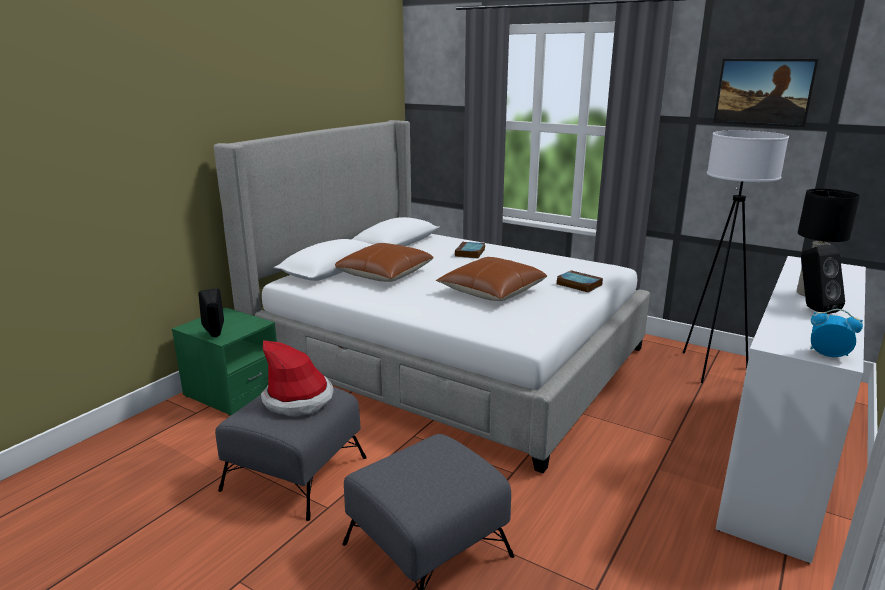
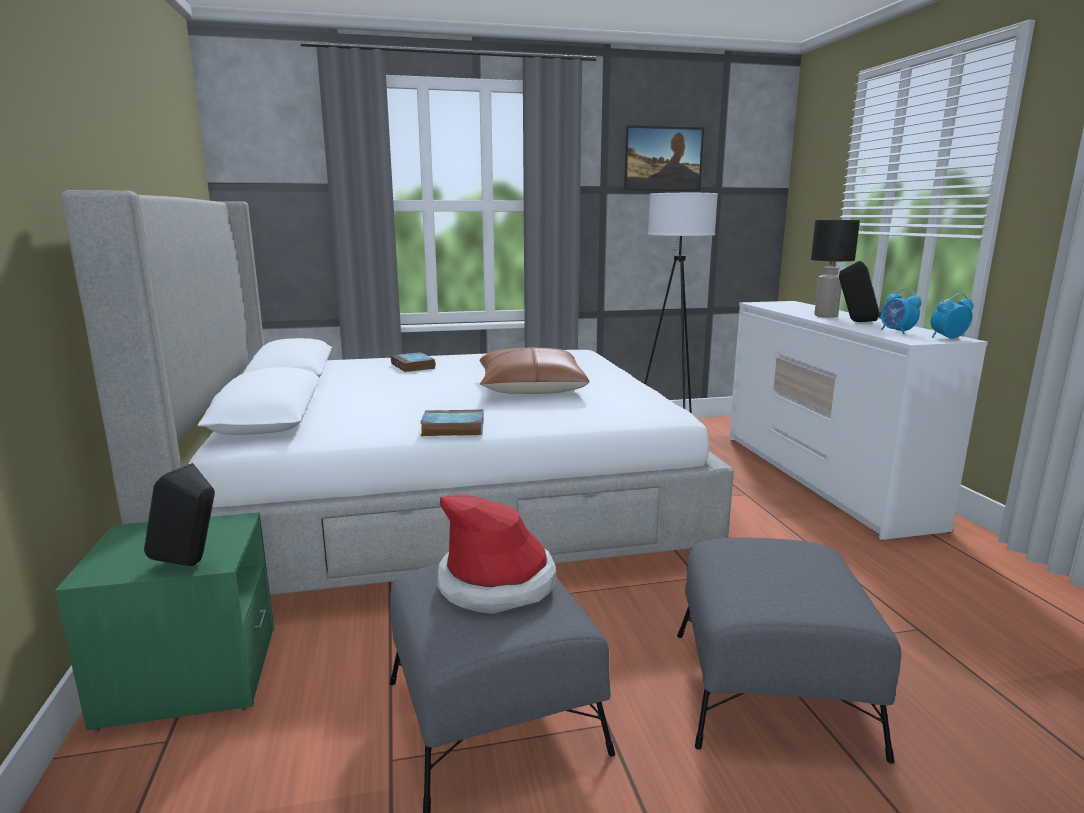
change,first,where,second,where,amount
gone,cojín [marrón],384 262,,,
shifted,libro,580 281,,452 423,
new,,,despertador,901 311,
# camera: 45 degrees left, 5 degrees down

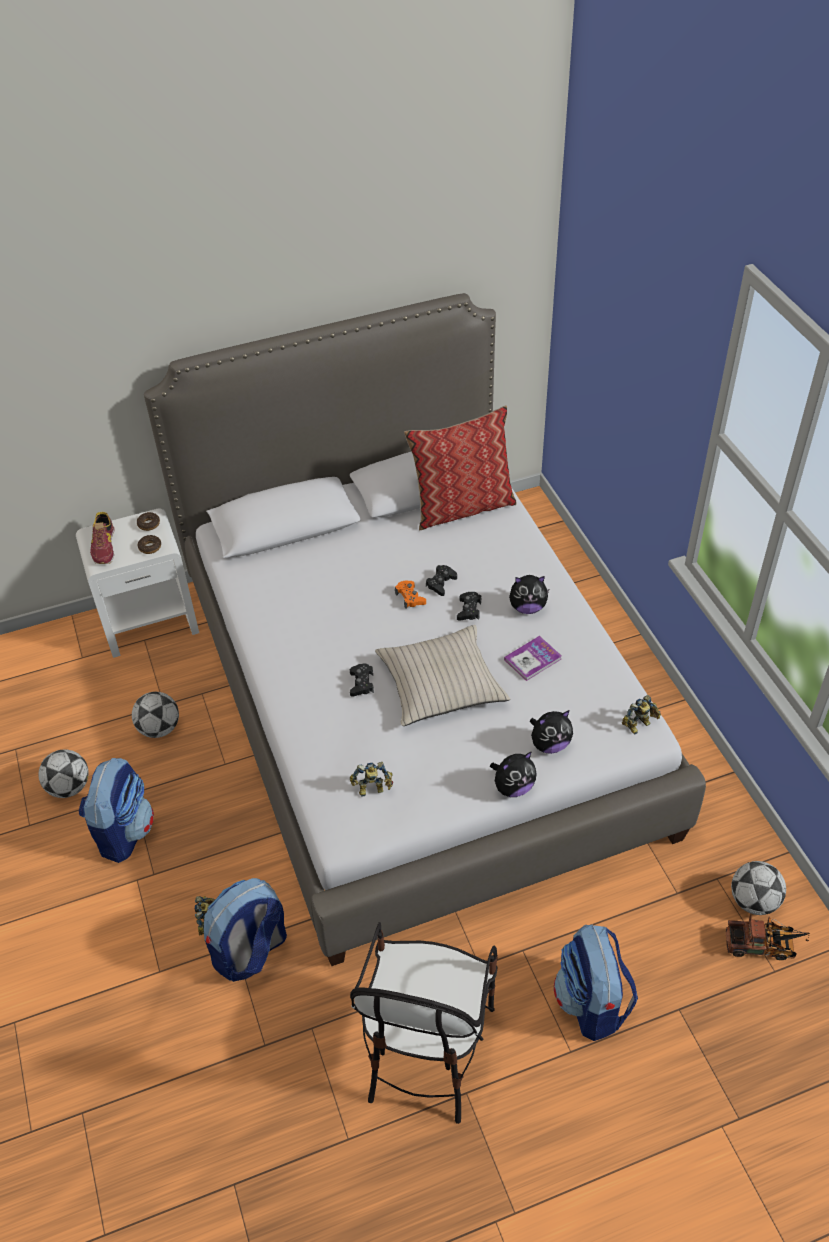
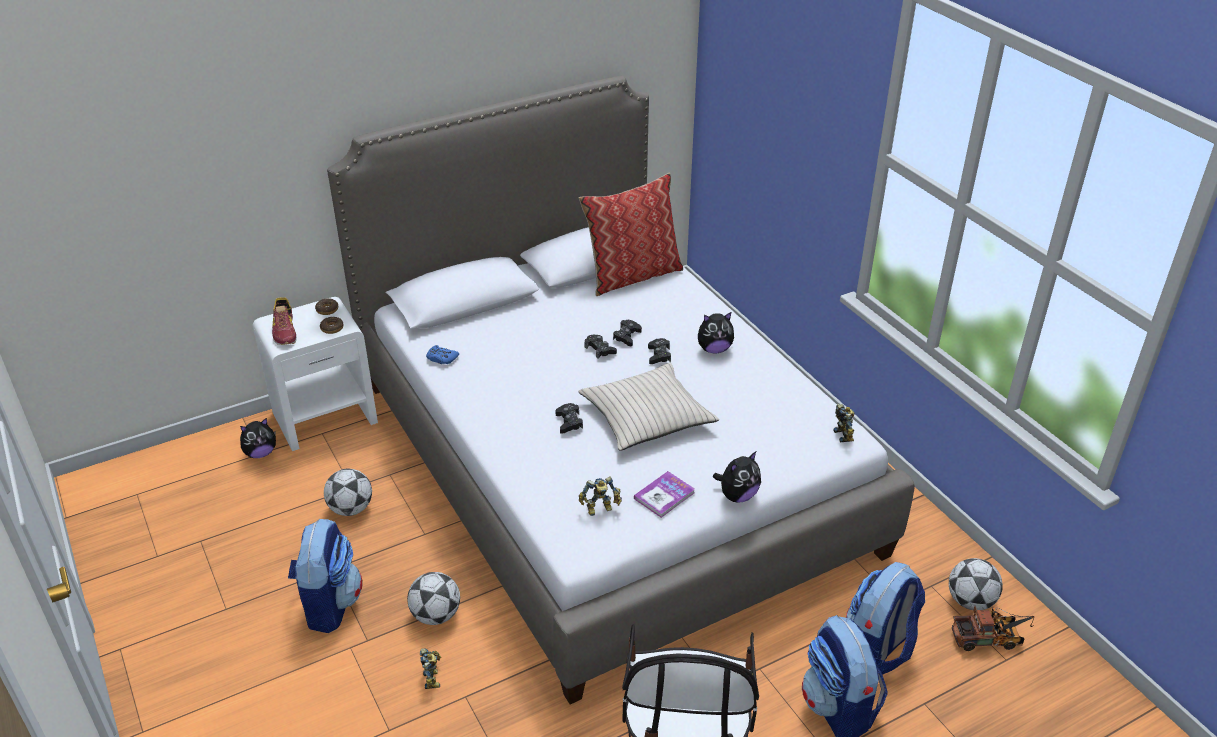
change,first,where,second,where,amount
shifted,balón de fútbol,64 774,,433 598,
shifted,mochila,245 930,,885 618,
repainted,mando de consola [naranja],410 595,mando de consola [negro],601 346,
shifted,libro,532 658,,664 494,
shifted,peluche,551 732,,258 438,
rotated,robot de juguete,641 714,,844 423,60 degrees counterclockwise
new,,,mando de consola [azul],442 354,
# camera: 10 degrees left, 10 degrees down

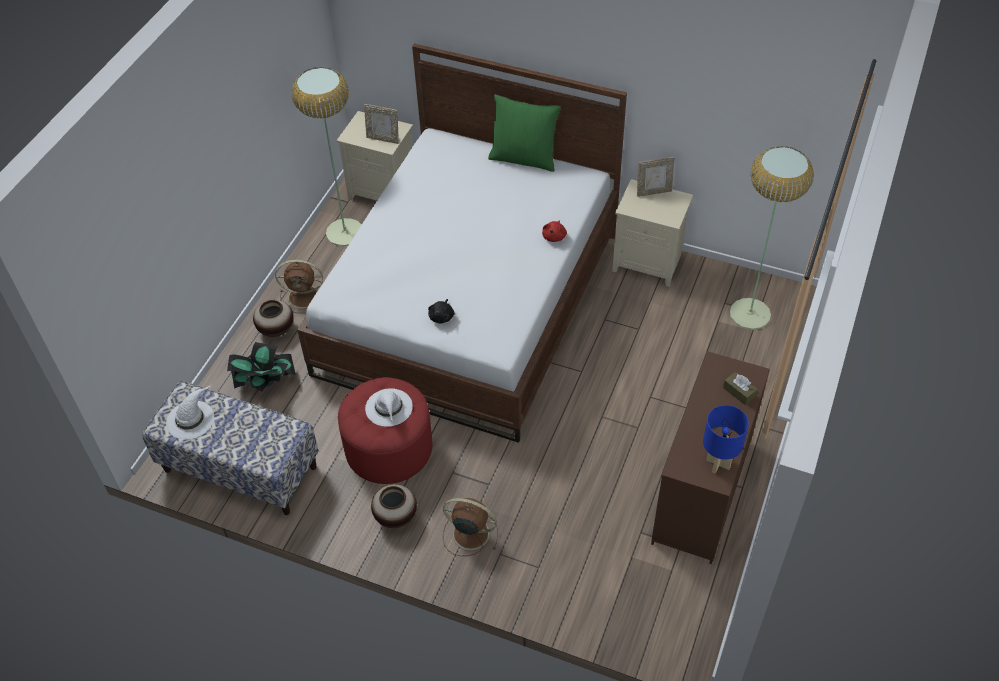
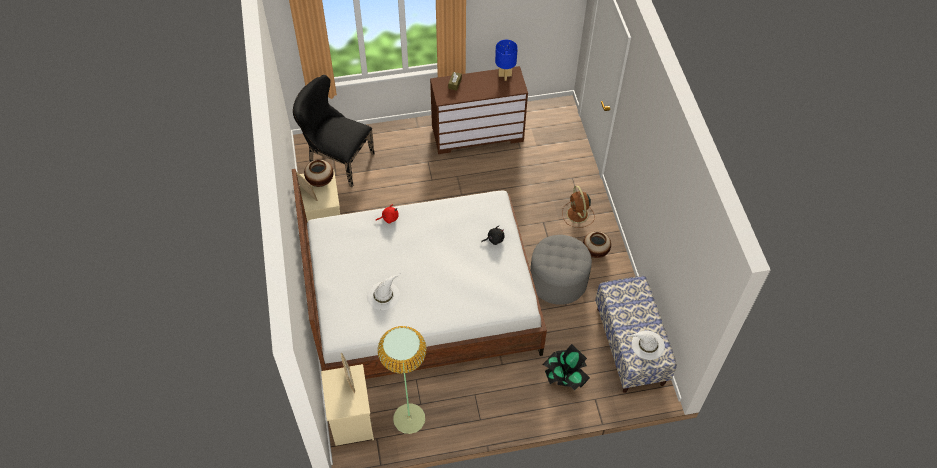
change,first,where,second,where,amount
shifted,florero,273 318,,319 173,
gone,ventilador [marrón],299 286,,,
repainted,puf [rojo],385 430,puf [gris],561 270,
shifted,sombrero [blanco],389 407,,383 291,
gone,cojín [verde],524 133,,,
swapped,lámpara de pie,772 238,silla [negro],334 131,
# camera: 125 degrees left, 5 degrees up

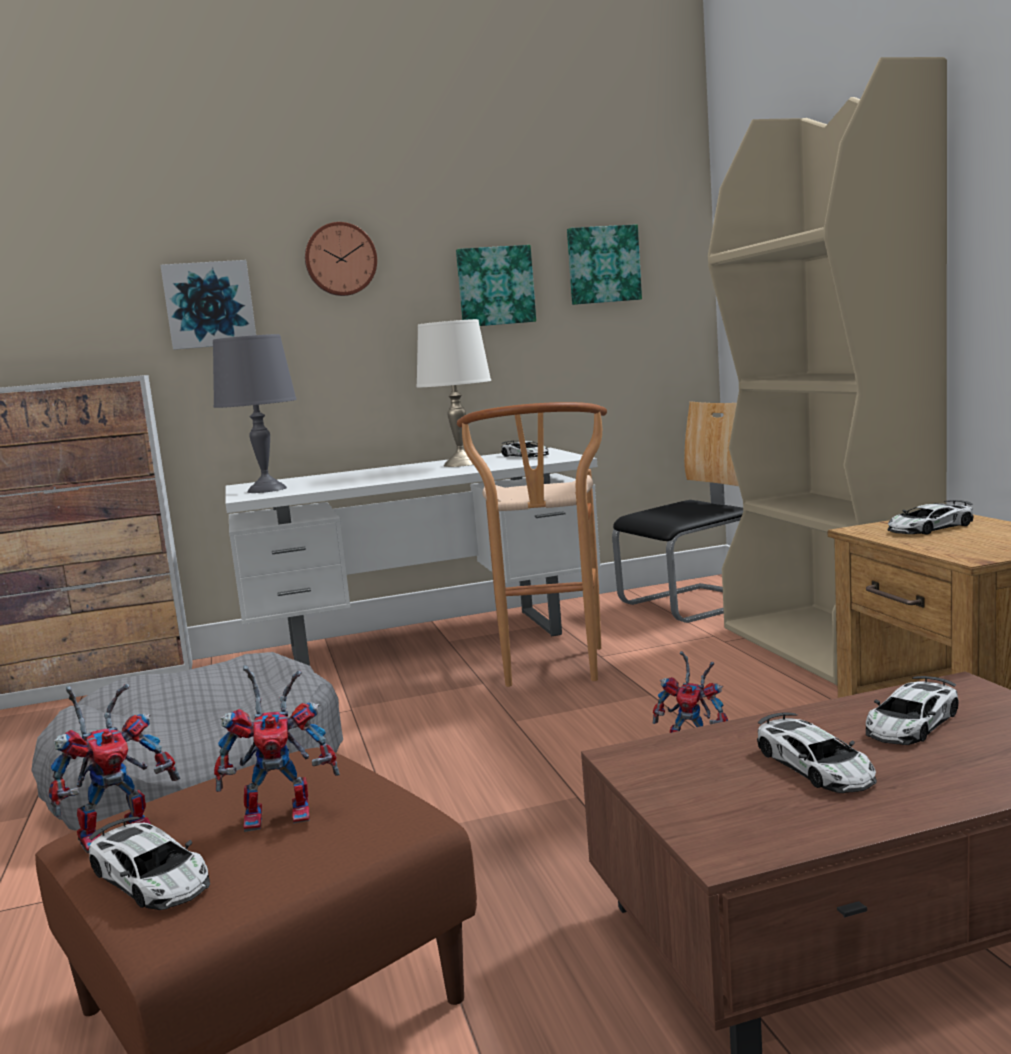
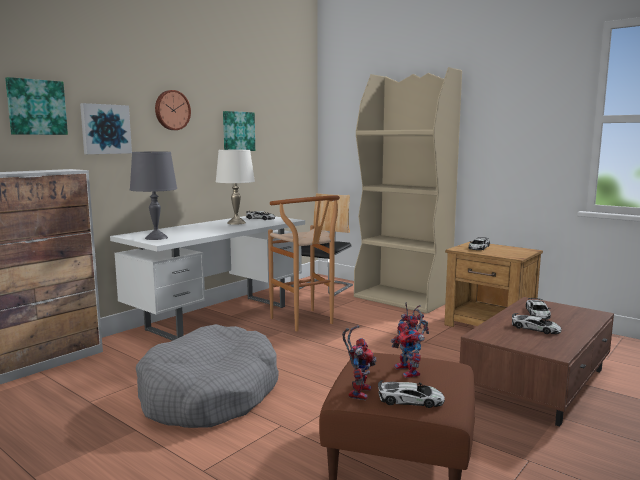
change,first,where,second,where,amount
rotated,robot de juguete,277 748,,409 343,120 degrees clockwise
shifted,cuadro,604 264,,36 106,
# camera: 35 degrees left, 0 degrees up

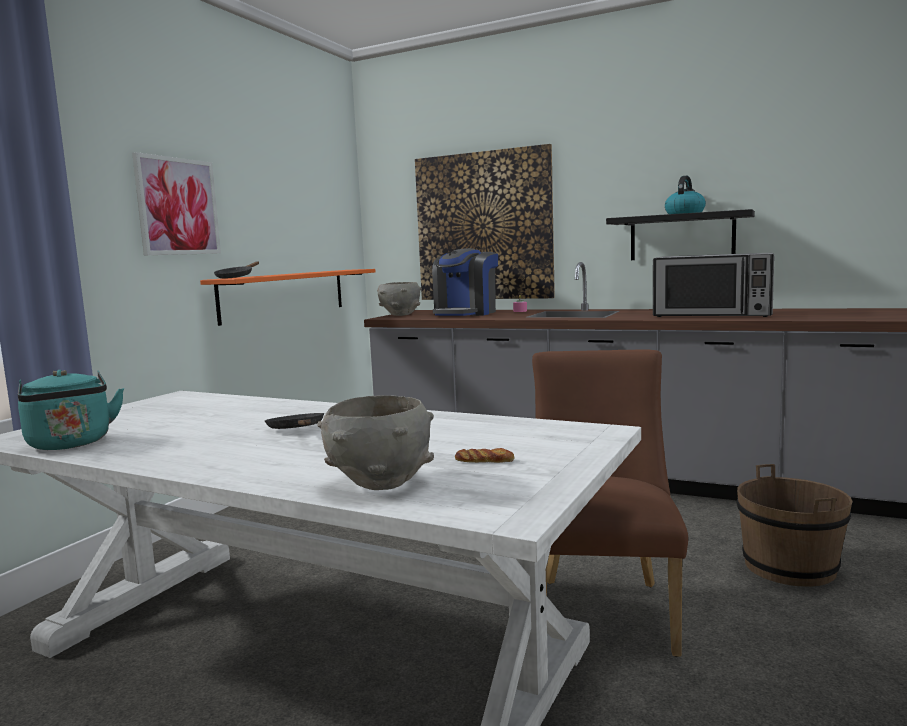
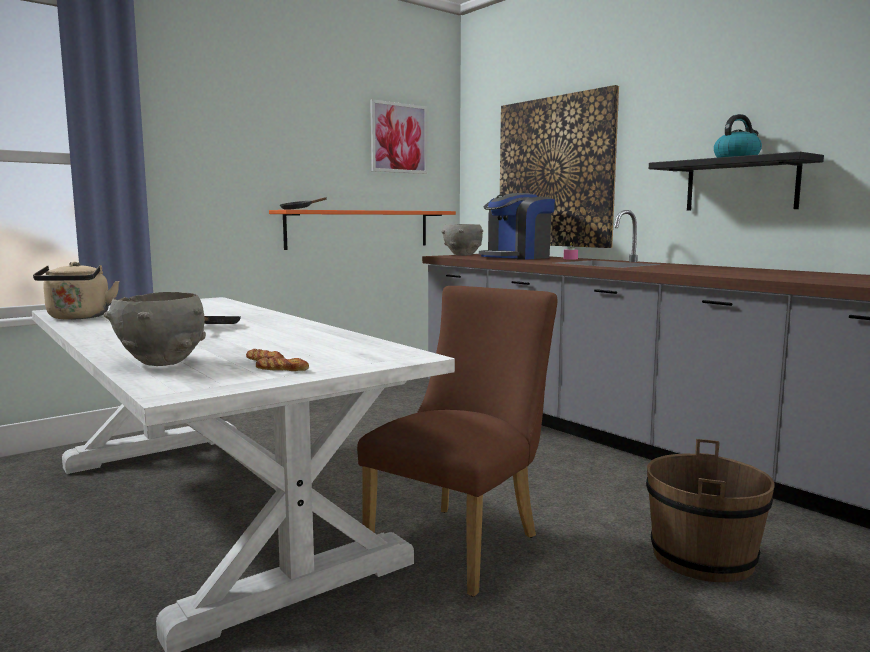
change,first,where,second,where,amount
repainted,hervidor [turquesa],71 410,hervidor [beis],76 291,
shifted,cuadro,176 203,,398 136,
gone,microondas,714 285,,,
new,,,pan,282 364,
# camera: 25 degrees right, 0 degrees up

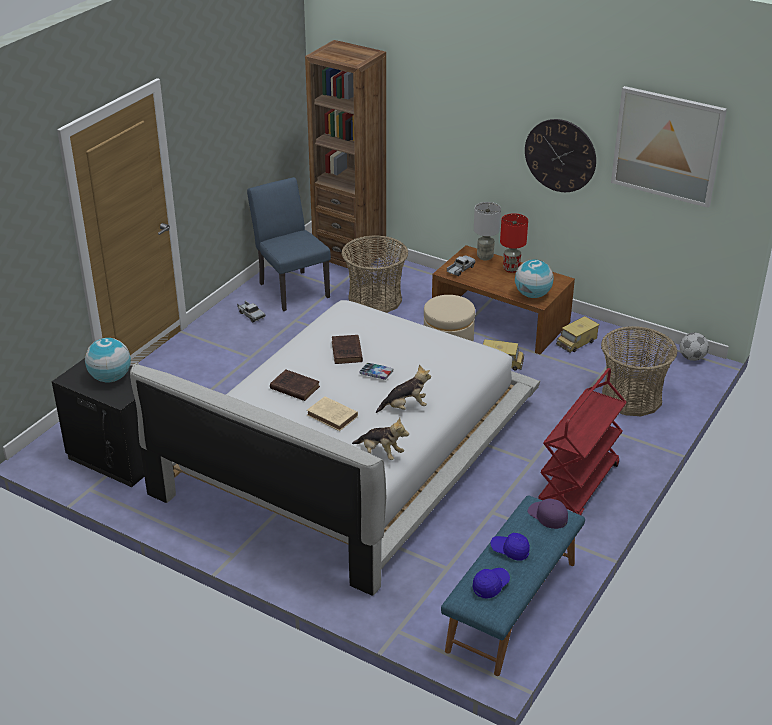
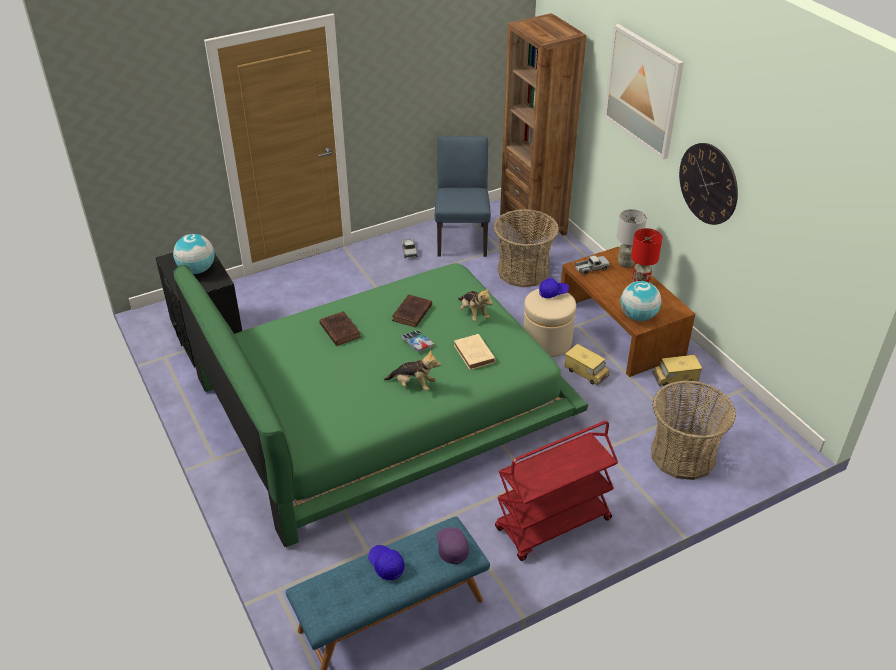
change,first,where,second,where,amount
repainted,cama [blanco],335 448,cama [verde],381 405,
shifted,libro [beis],332 413,,475 352,
shifted,peluche,380 439,,475 304,
shifted,gorra [azul],491 583,,554 288,
shifted,cuadro,669 147,,643 92,
gone,balón de fútbol,694 346,,,
# camera: 30 degrees right, 5 degrees up

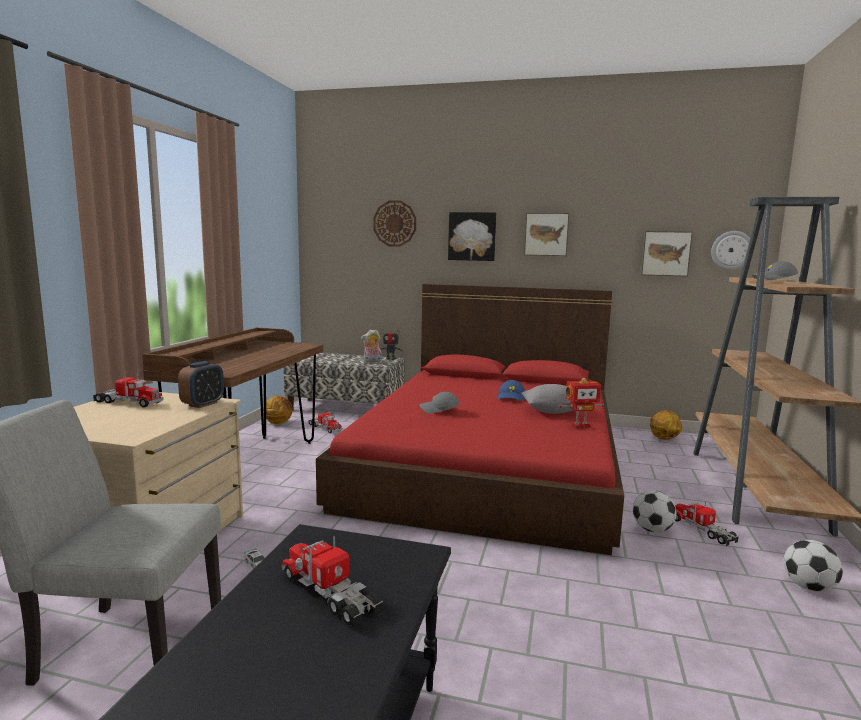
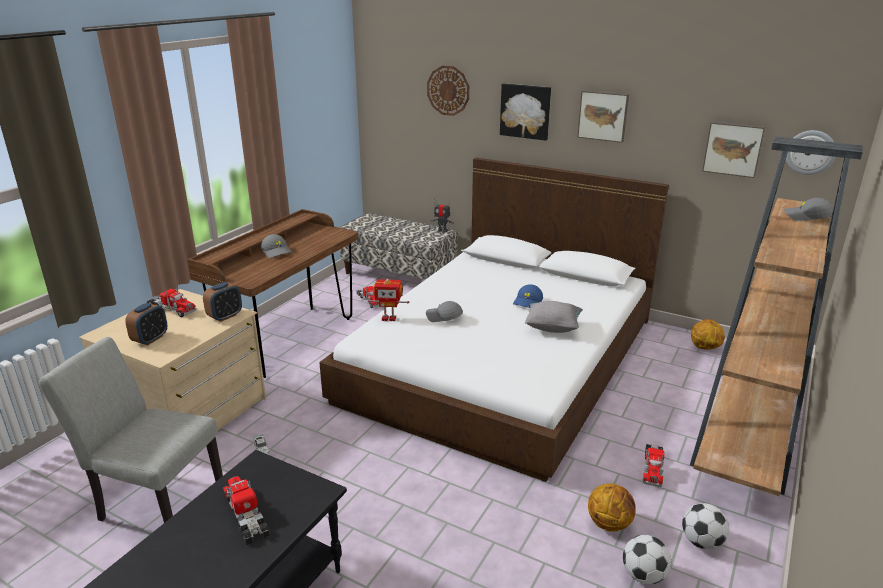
change,first,where,second,where,amount
shifted,balón de baloncesto,277 410,,612 507,
repainted,cama [rojo],470 419,cama [blanco],494 320,
gone,peluche,371 347,,,
shifted,robot de juguete,582 403,,388 300,
shifted,balón de fútbol,654 511,,647 559,
rotated,camión de juguete,707 523,,654 465,150 degrees counterclockwise
new,,,despertador,146 324,
new,,,gorra [gris],276 246,
# camera: 15 degrees right, 15 degrees up

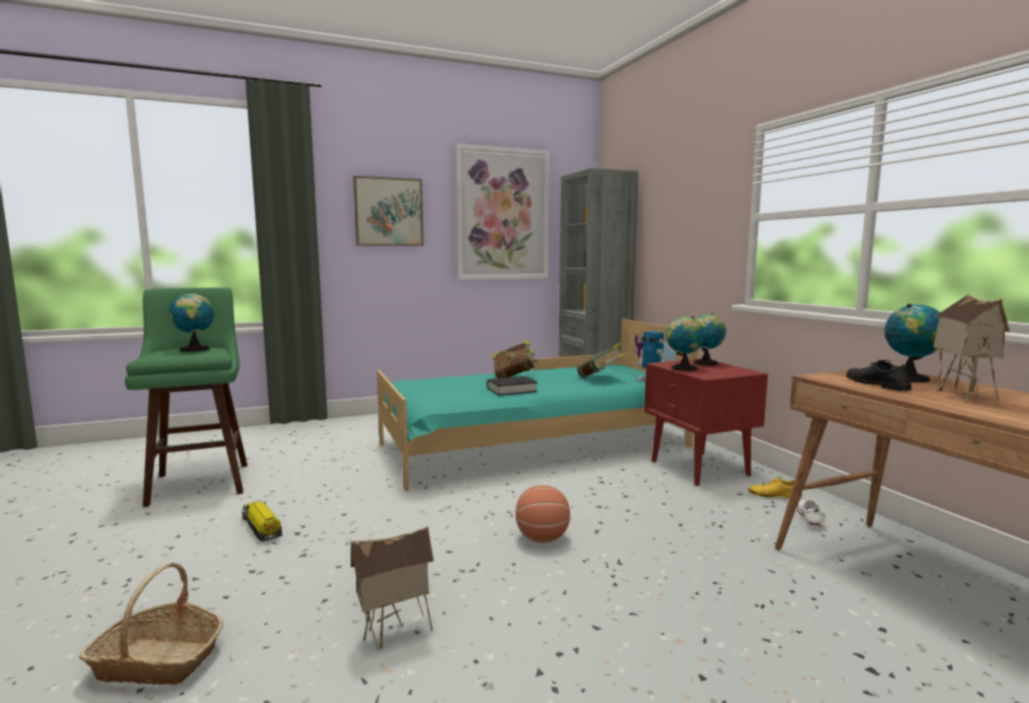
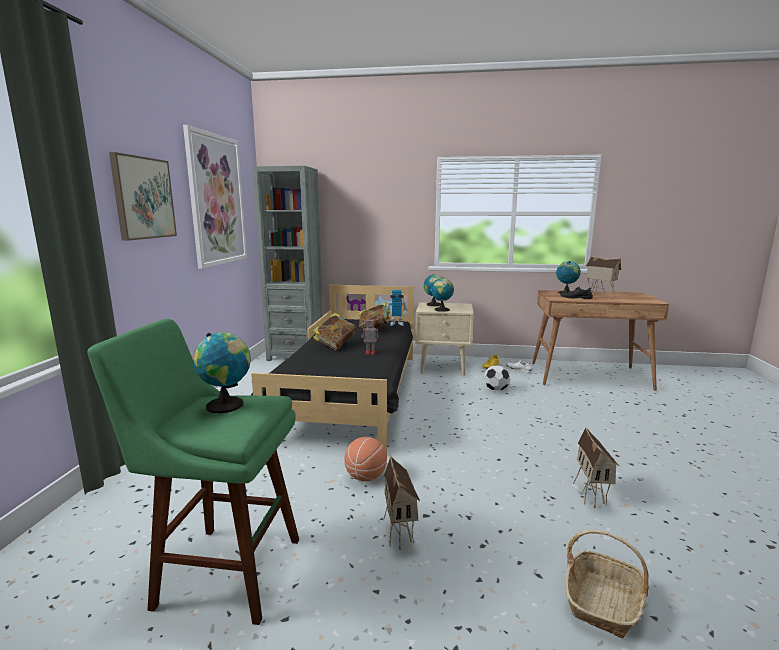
change,first,where,second,where,amount
swapped,camión de juguete,262 521,casita,401 503,
repainted,cama [turquesa],537 404,cama [negro],332 368,
swapped,libro [negro],512 386,robot de juguete,370 335,
shifted,balón de baloncesto,543 514,,365 459,
repainted,mesita de noche [rojo],706 422,mesita de noche [beis],444 339,
new,,,balón de fútbol,497 378,
# camera: 60 degrees left, 5 degrees up

